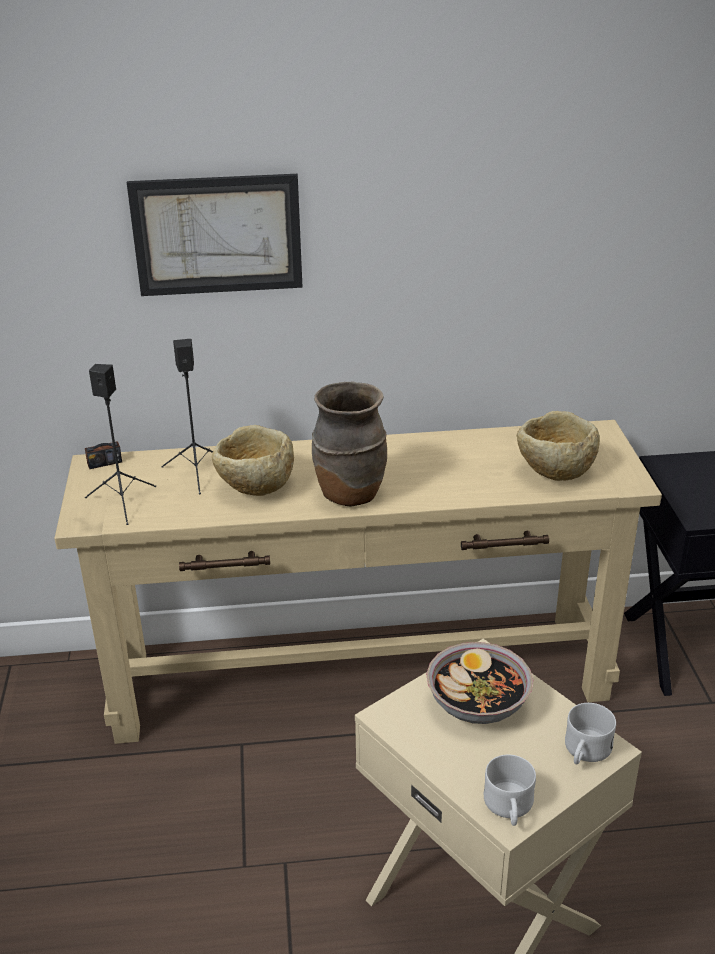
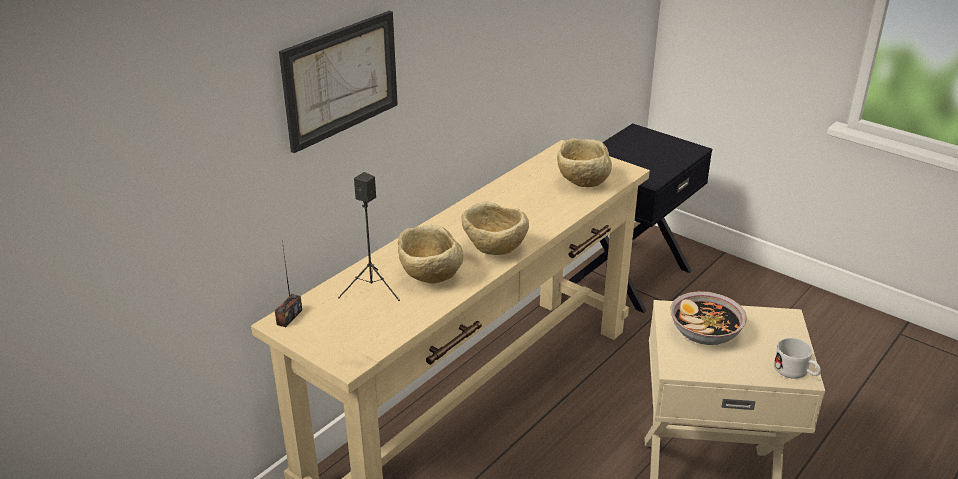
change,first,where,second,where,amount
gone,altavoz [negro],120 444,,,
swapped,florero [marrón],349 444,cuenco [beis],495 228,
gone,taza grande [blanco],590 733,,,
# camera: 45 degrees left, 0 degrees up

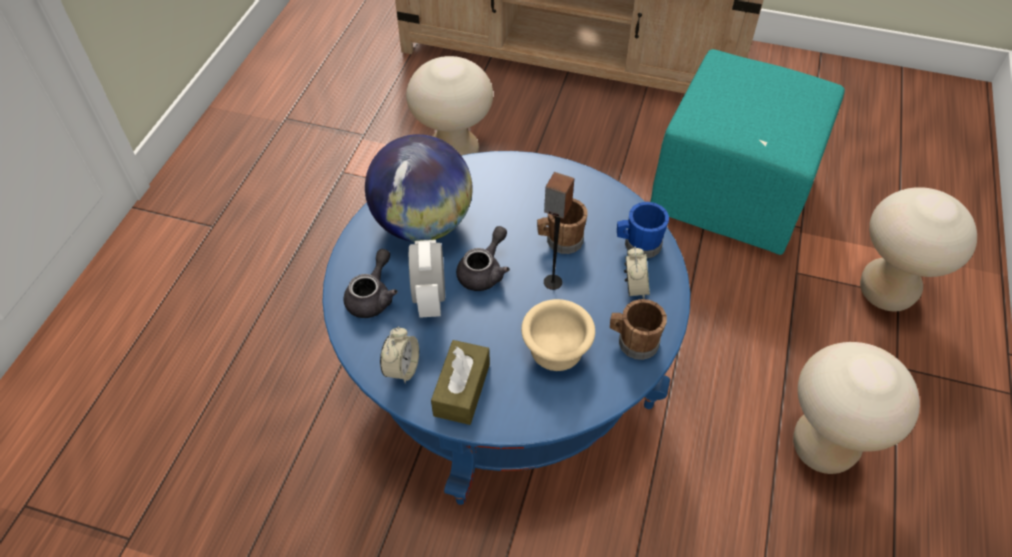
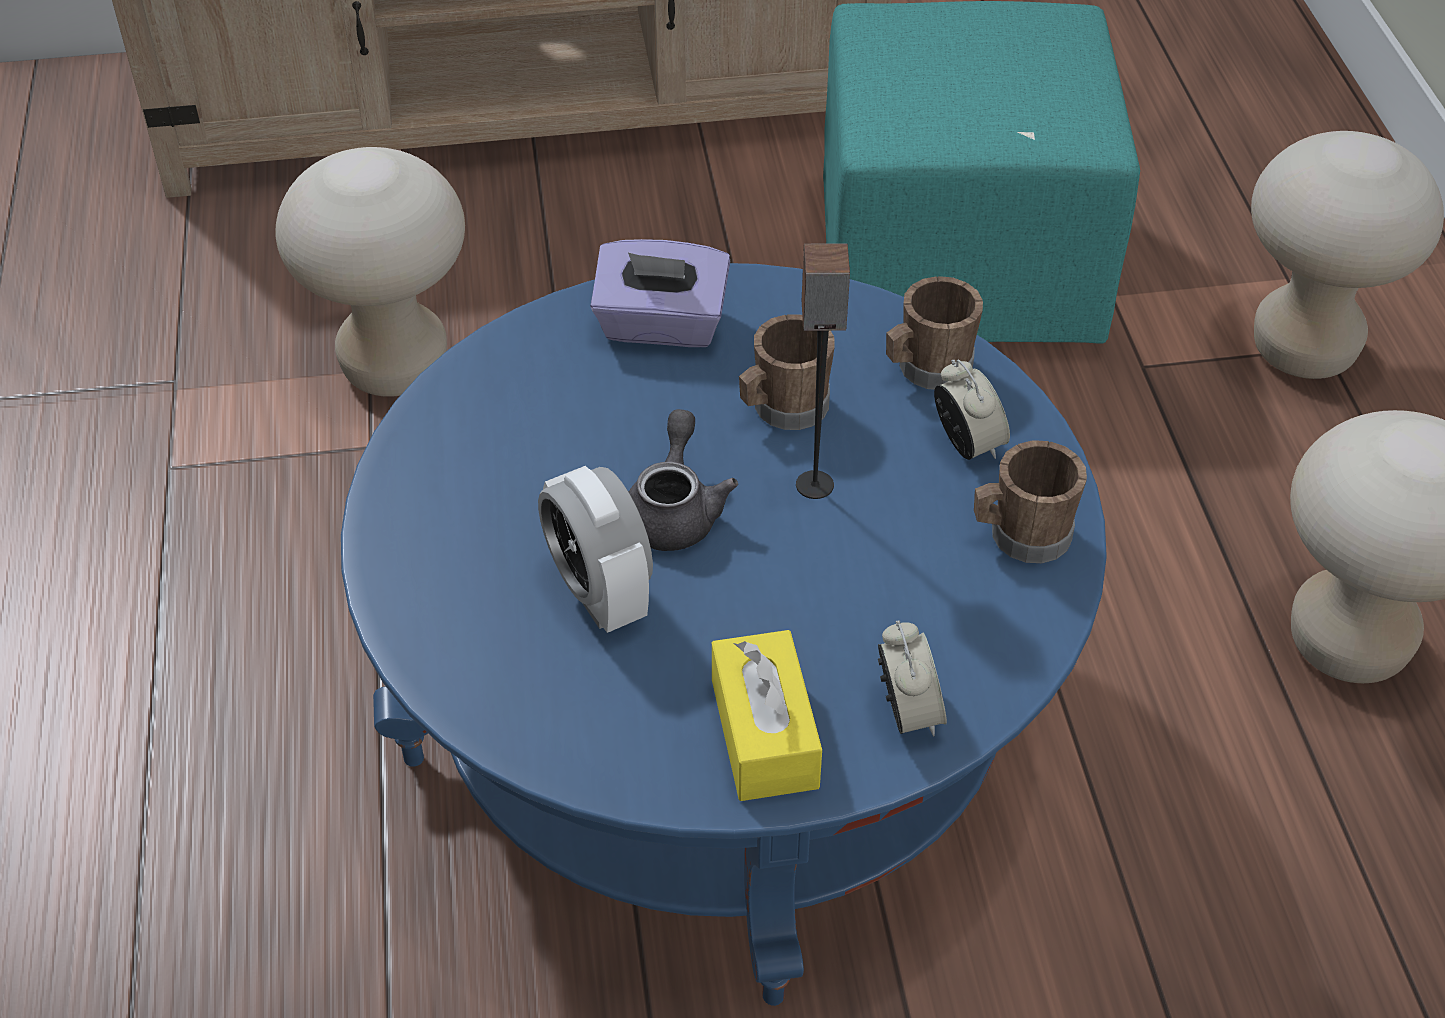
change,first,where,second,where,amount
gone,tetera [gris],371 283,,,
gone,globo terráqueo,419 188,,,
shifted,despertador,399 355,,912 678,
repainted,caja de pañuelos [marrón],460 382,caja de pañuelos [amarillo],767 715,
gone,cuenco [beis],558 335,,,
repainted,taza grande [azul],643 230,taza grande [marrón],934 333,
new,,,caja de pañuelos [morado],660 293,
# camera: 25 degrees left, 5 degrees down

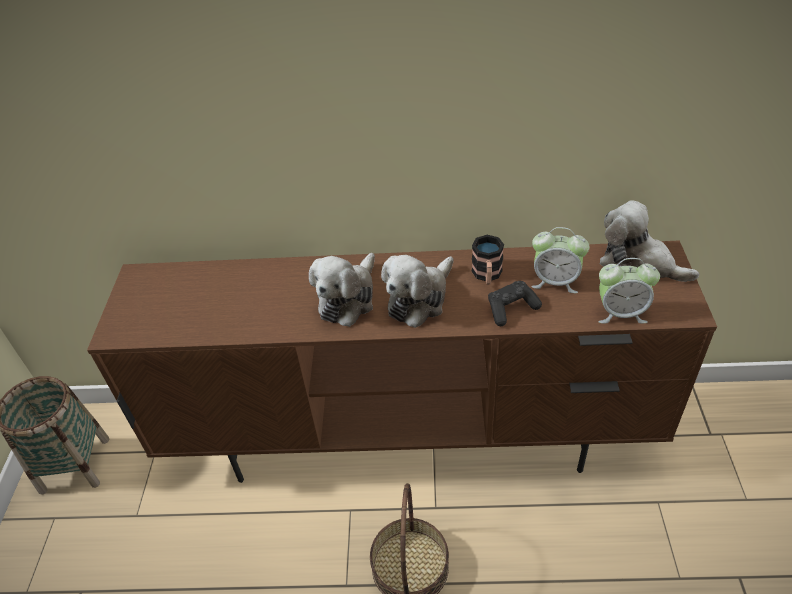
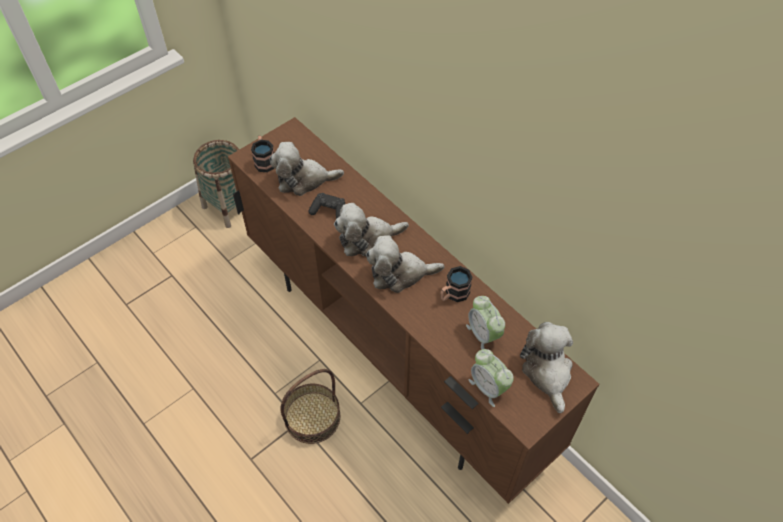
change,first,where,second,where,amount
shifted,mando de consola [negro],515 303,,326 206,
new,,,taza grande,263 154,
new,,,peluche,306 169,
# camera: 45 degrees right, 10 degrees up

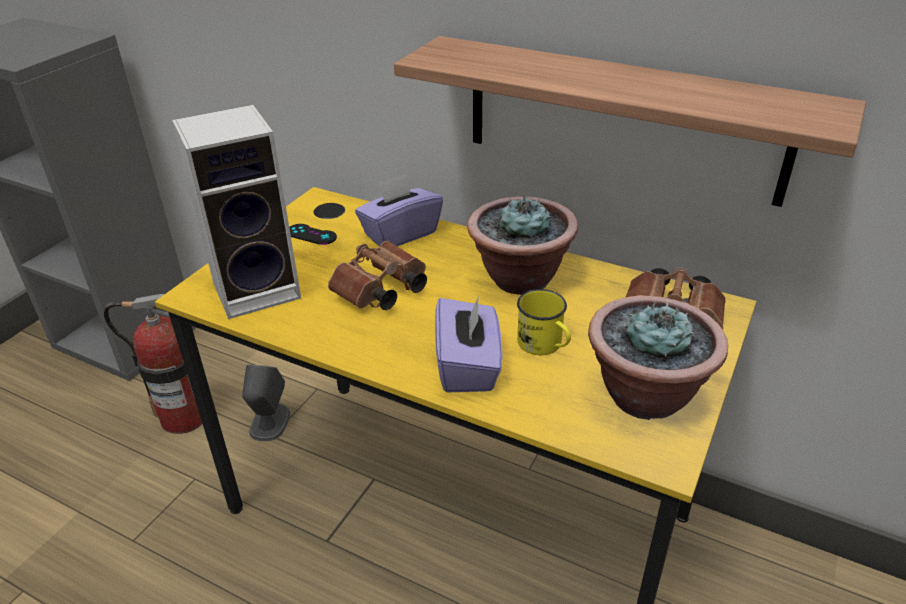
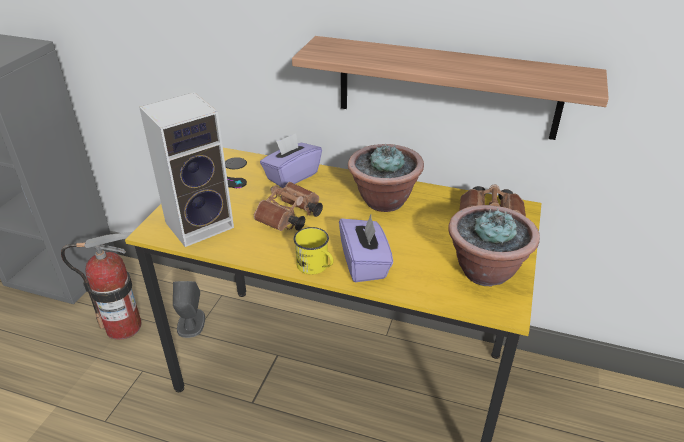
change,first,where,second,where,amount
shifted,taza grande [amarillo],544 322,,313 251,
# camera: 10 degrees left, 0 degrees up

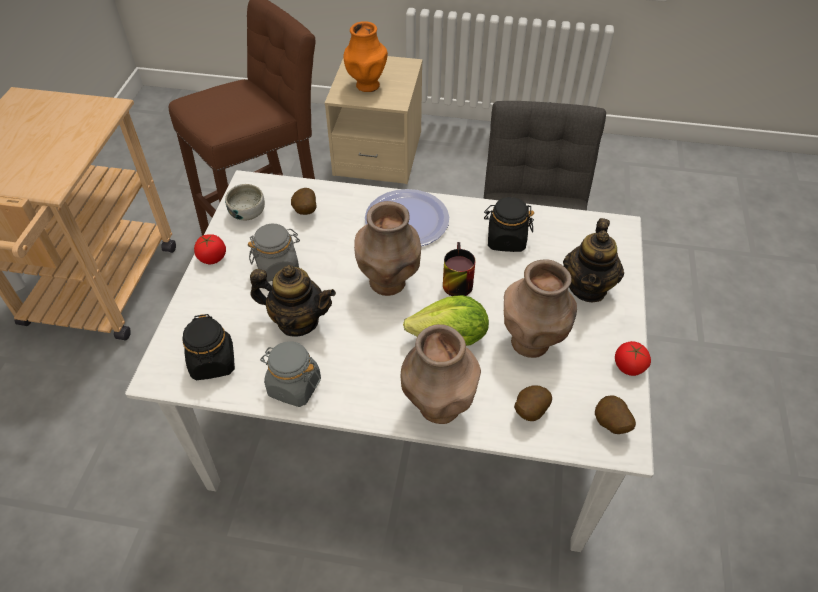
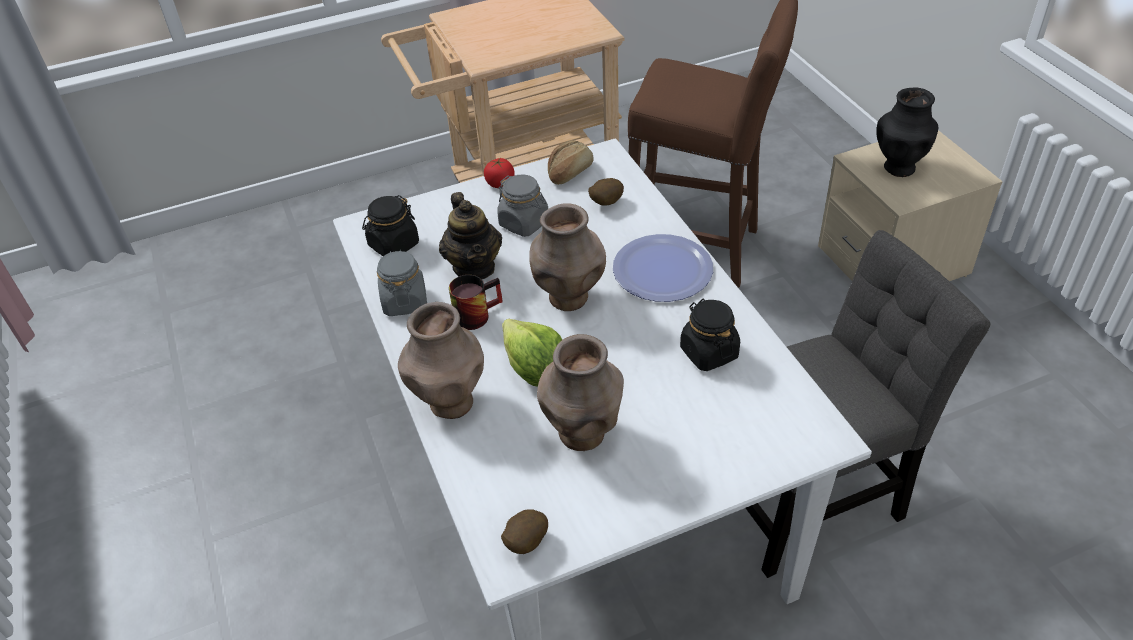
change,first,where,second,where,amount
swapped,cuenco,245 202,pan,571 162,
repainted,florero [naranja],365 56,florero [negro],907 132,
shifted,taza grande,459 269,,476 302,
gone,patata,533 403,,,
gone,tetera,593 260,,,
gone,tomate,633 358,,,
# camera: 60 degrees right, 5 degrees down

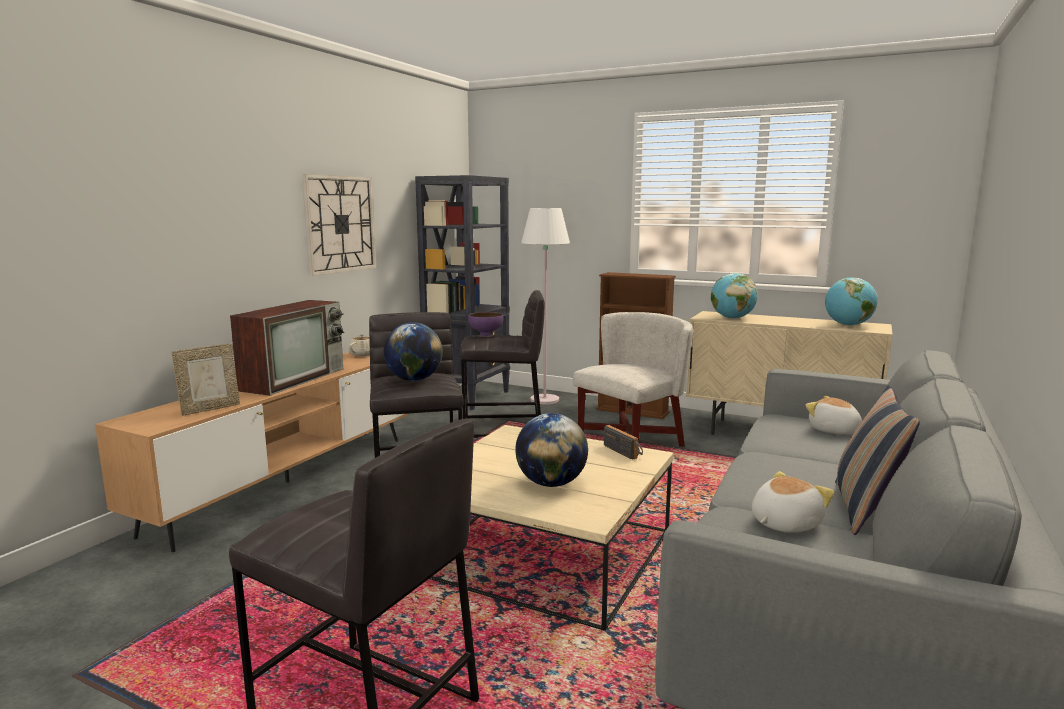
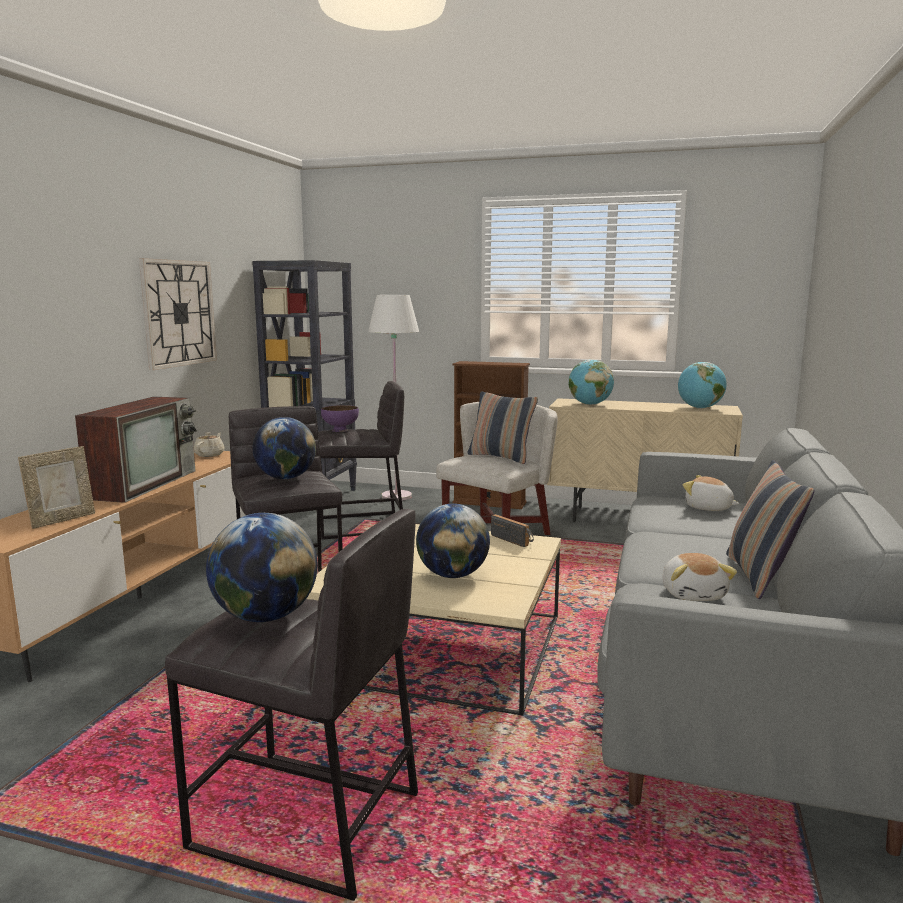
change,first,where,second,where,amount
rotated,peluche,793 502,,700 577,135 degrees clockwise
new,,,globo terráqueo,262 567,
new,,,cojín,503 427,
# camera: 10 degrees left, 0 degrees up

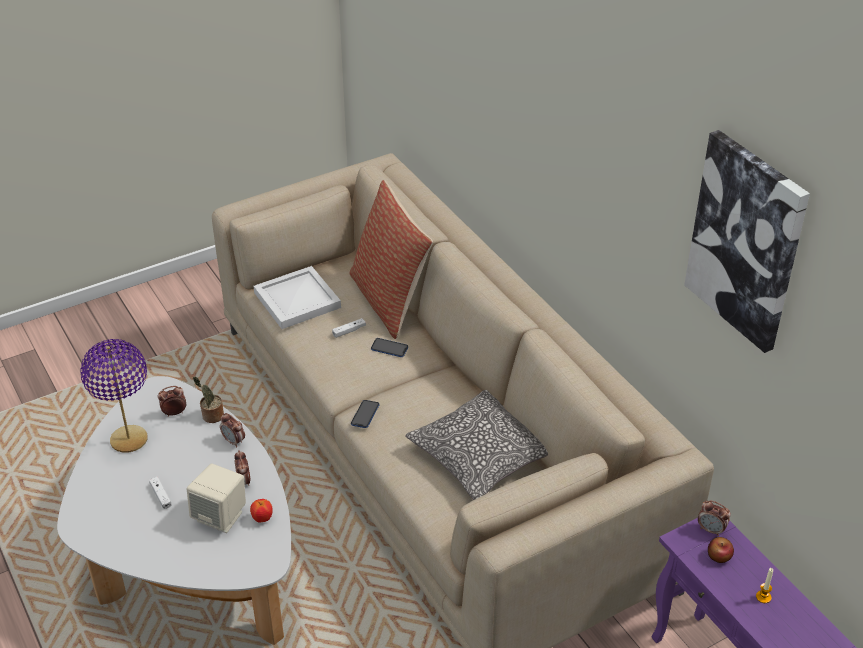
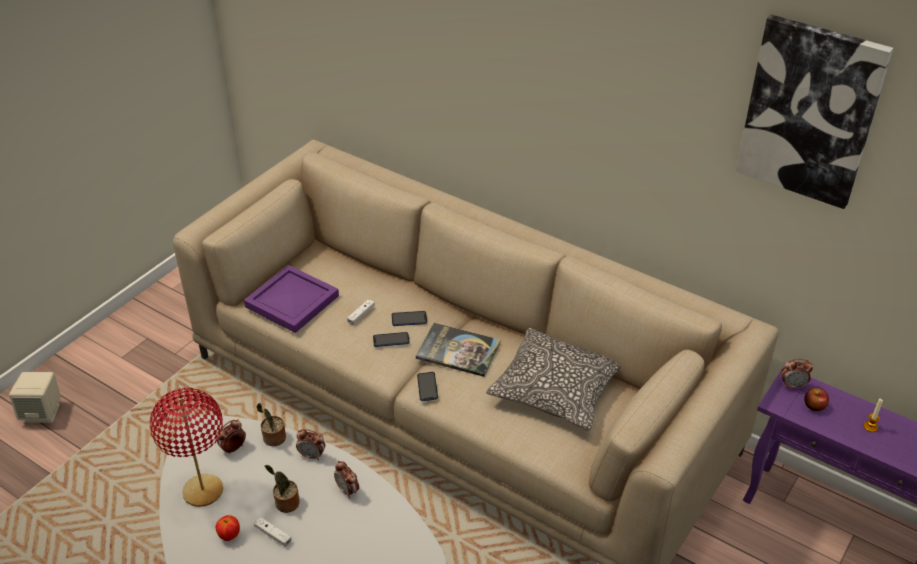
change,first,where,second,where,amount
repainted,lámpara de mesa [morado],114 396,lámpara de mesa [rojo],186 447,
shifted,altavoz [beis],216 498,,35 397,
shifted,manzana,261 511,,228 528,
repainted,bandeja [blanco],297 297,bandeja [morado],291 299,
gone,cojín,391 259,,,
new,,,planta en maceta,282 489,
new,,,móvil,391 339,
new,,,libro,458 350,
# camera: 25 degrees left, 0 degrees up

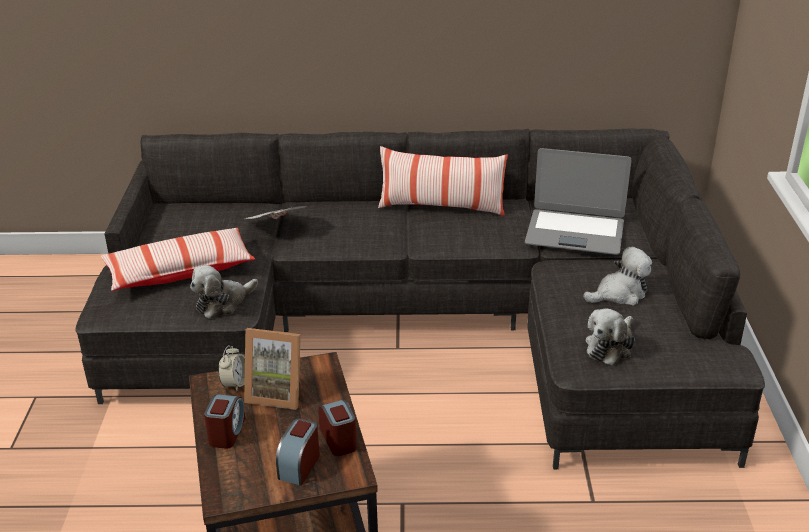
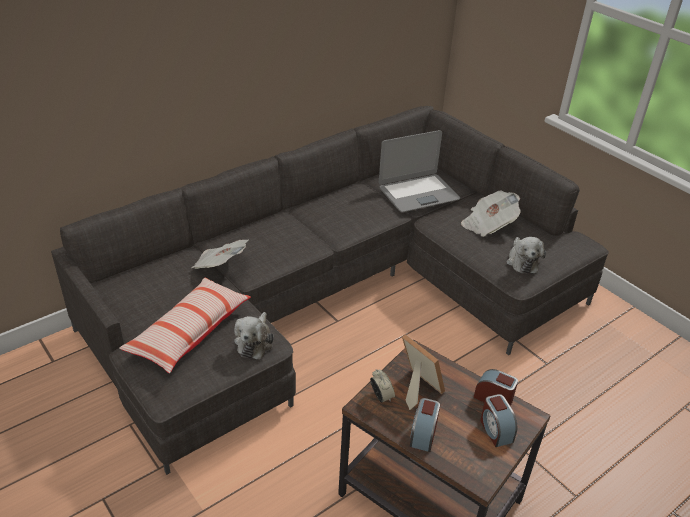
change,first,where,second,where,amount
rotated,despertador,224 421,,425 425,135 degrees counterclockwise
rotated,portarretratos,272 369,,423 372,105 degrees counterclockwise
gone,cojín,443 181,,,
swapped,peluche,617 276,periódico,491 213,
# camera: 40 degrees left, 5 degrees up

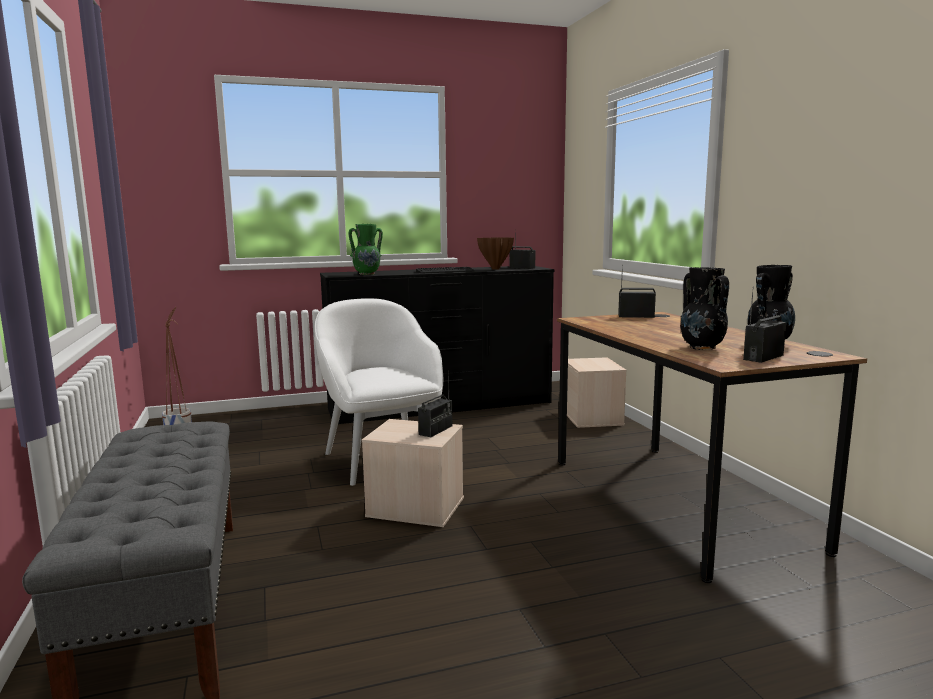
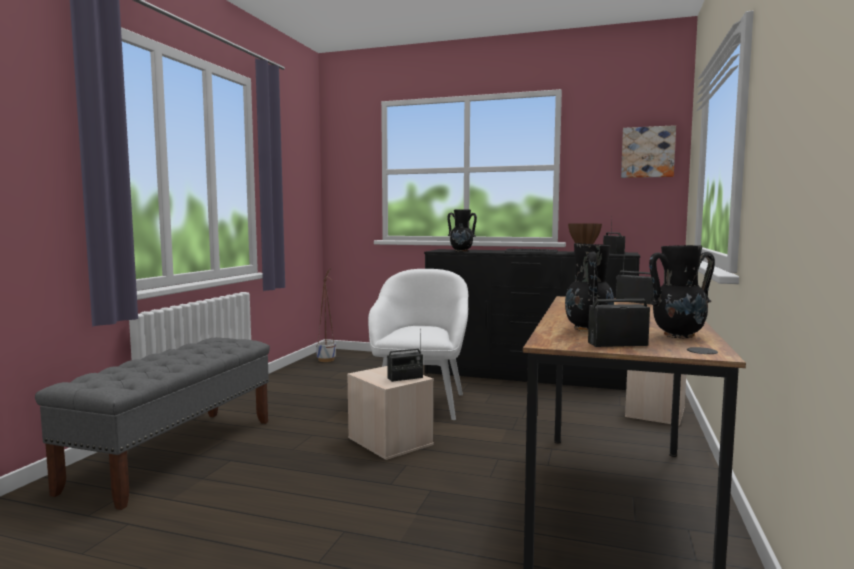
change,first,where,second,where,amount
repainted,florero [verde],365 249,florero [negro],462 230,
new,,,cuadro,648 151,
# camera: 35 degrees right, 5 degrees down

